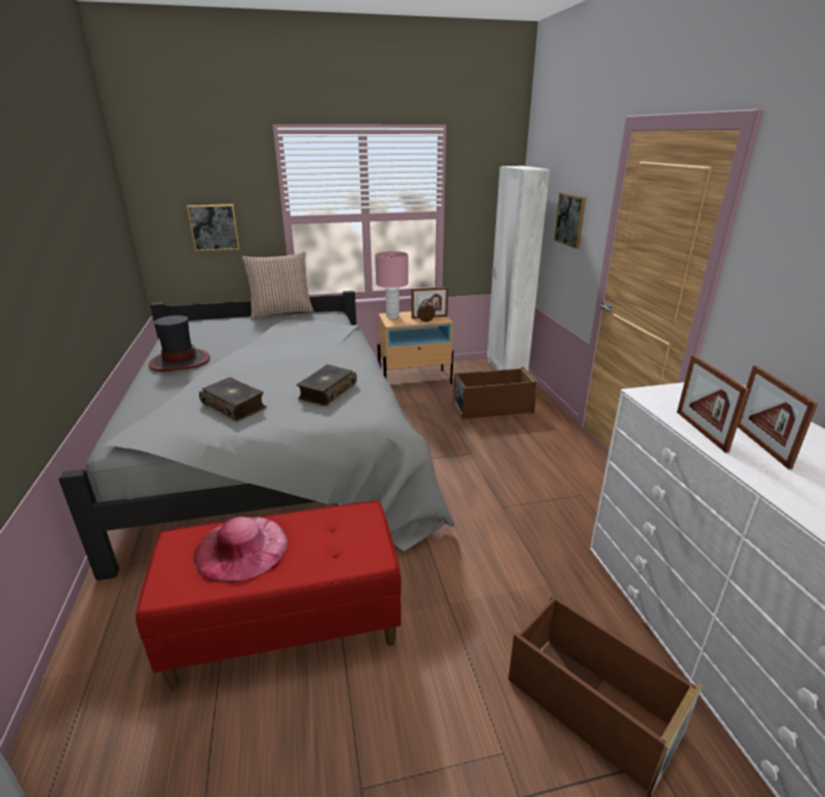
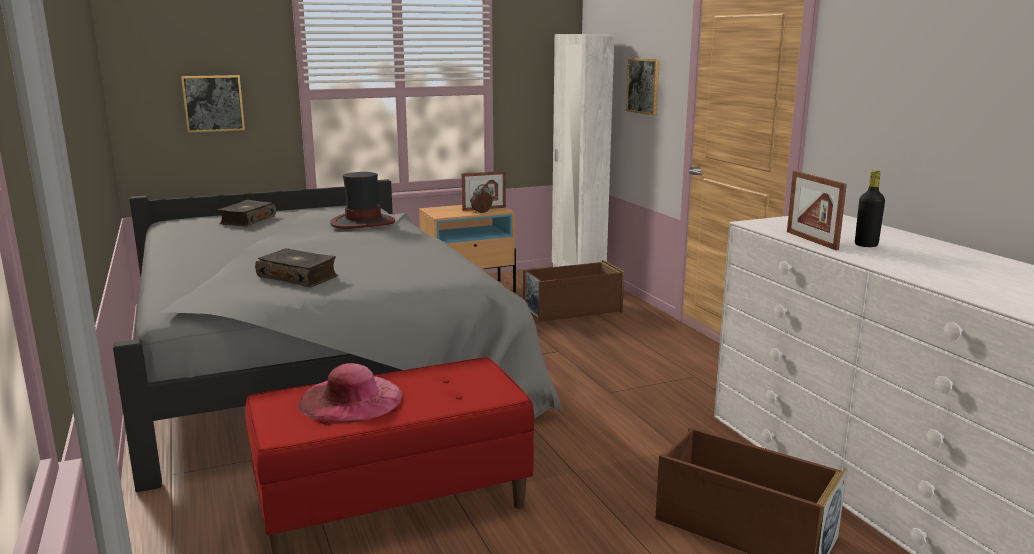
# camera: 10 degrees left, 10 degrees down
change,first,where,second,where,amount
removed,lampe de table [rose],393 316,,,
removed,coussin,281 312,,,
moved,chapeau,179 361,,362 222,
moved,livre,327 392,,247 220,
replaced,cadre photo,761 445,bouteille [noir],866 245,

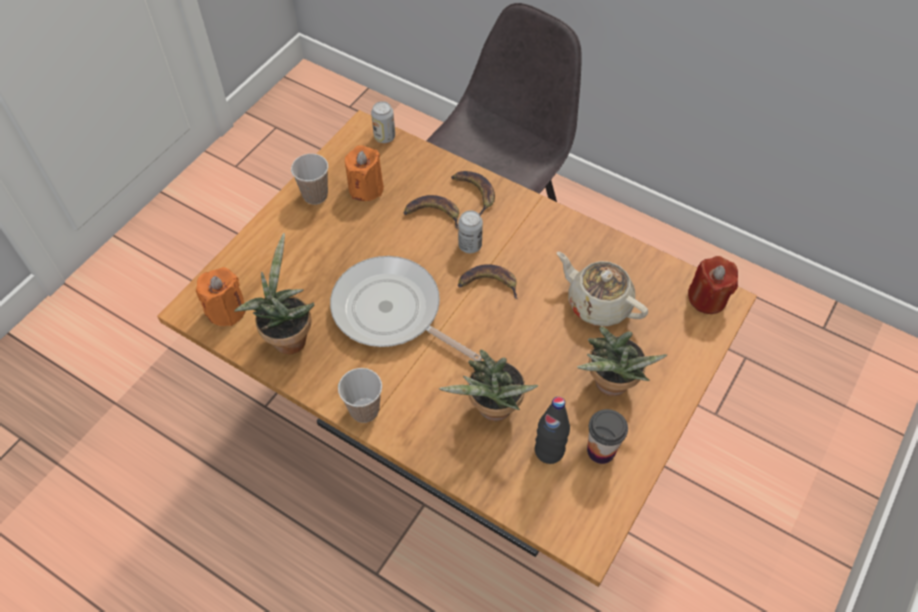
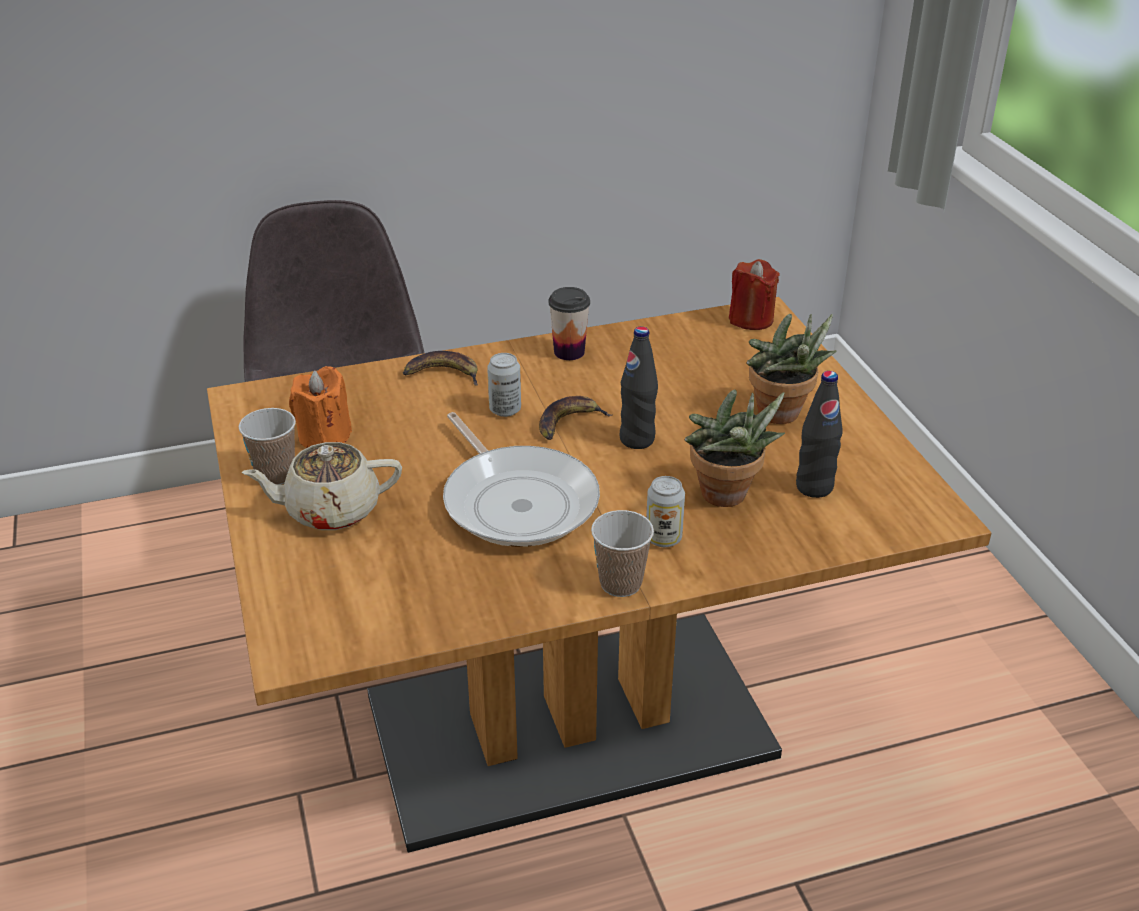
# camera: 50 degrees left, 20 degrees down
change,first,where,second,where,amount
moved,boîte métallique,384 137,,663 538,
removed,banane,432 214,,,
removed,plante en pot,288 336,,,
moved,théière [beige],598 303,,330 510,
turned,poêle,392 312,,517 501,105 degrees counterclockwise
removed,bougie [orange],226 310,,,
moved,tasse,601 450,,569 352,
added,,,bouteille [noir],637 439,

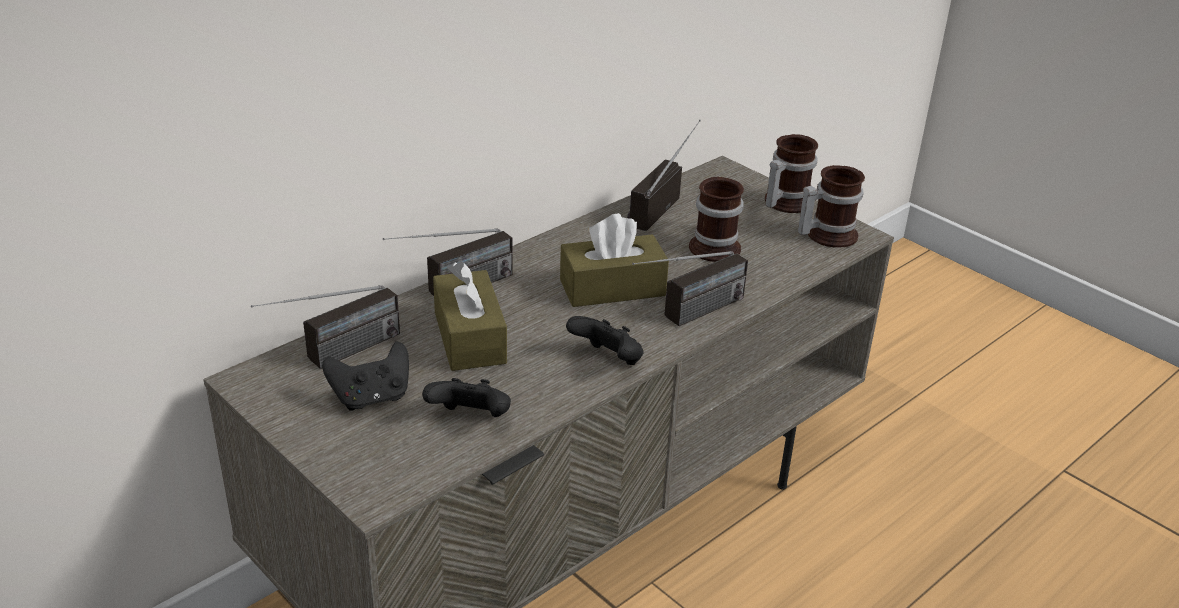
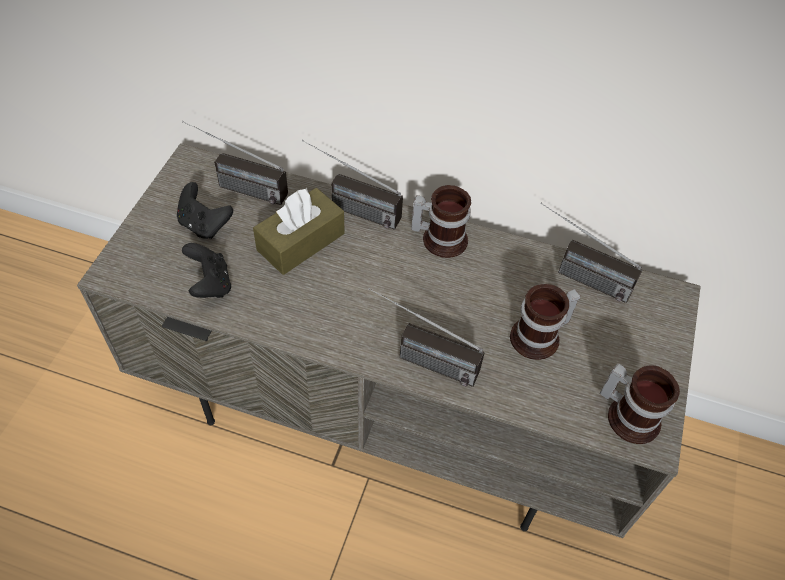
# camera: 60 degrees right, 20 degrees up
change,first,where,second,where,amount
turned,radio,661 203,,575 275,150 degrees counterclockwise
moved,mug,783 202,,440 237,
removed,boîte à mouchoirs [marron],612 288,,,
removed,manette [noir],608 360,,,

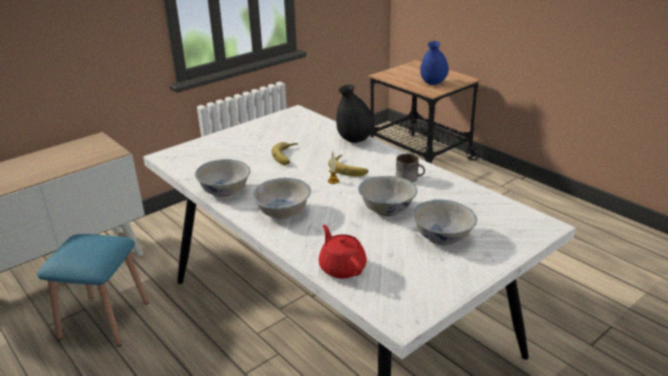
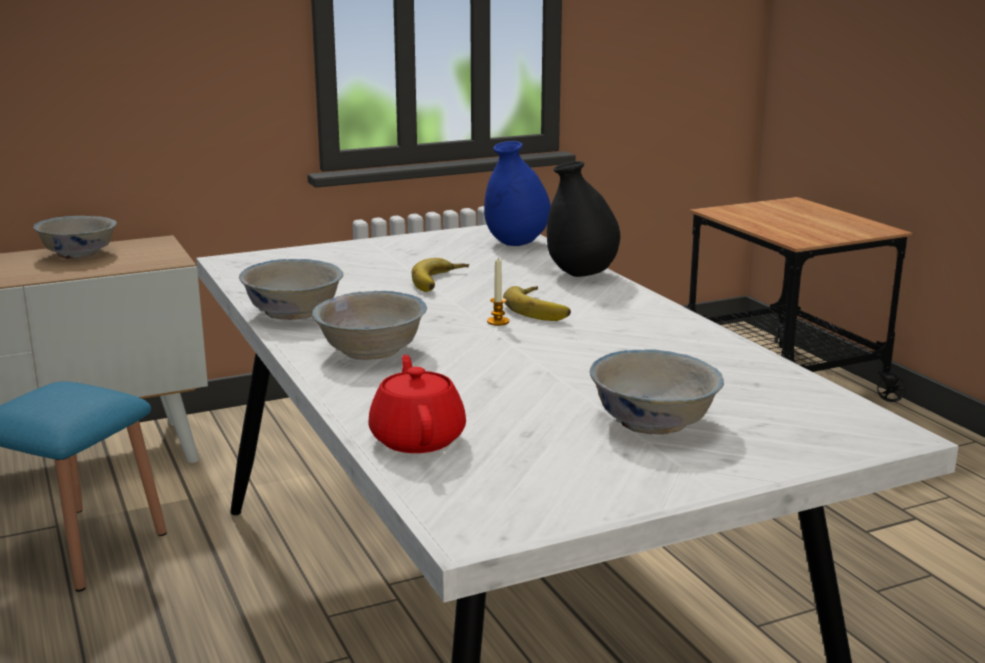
# camera: 15 degrees right, 10 degrees down
change,first,where,second,where,amount
moved,vase [bleu],433 83,,516 243,
removed,mug,410 177,,,
moved,bol [blanc],386 208,,78 254,

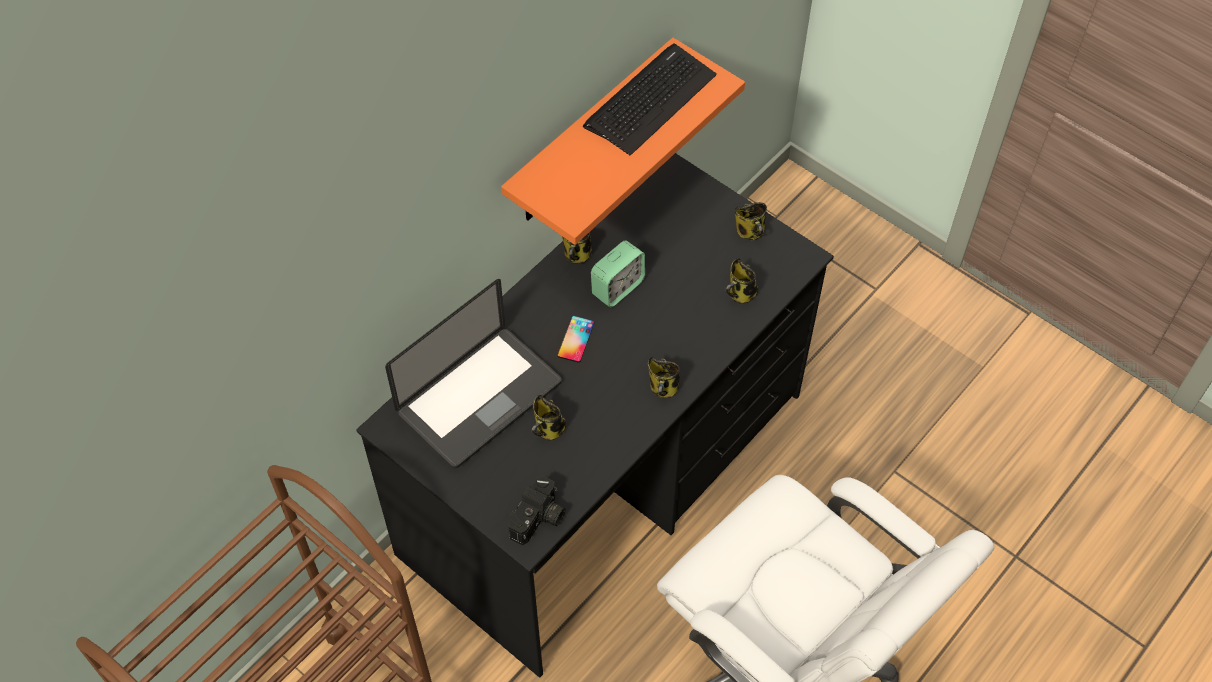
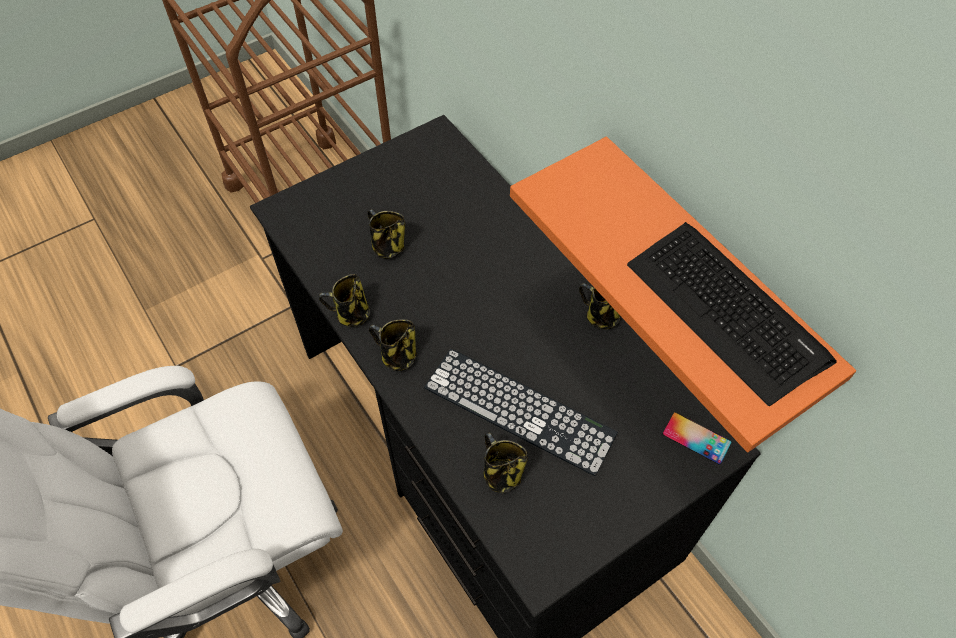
# camera: 105 degrees right, 0 degrees up
change,first,where,second,where,amount
moved,mug,750 232,,351 315,
removed,réveil,617 288,,,
removed,ordinateur portable,480 398,,,
moved,téléphone,575 339,,696 438,
removed,appareil photo,539 520,,,
added,,,clavier,519 410,

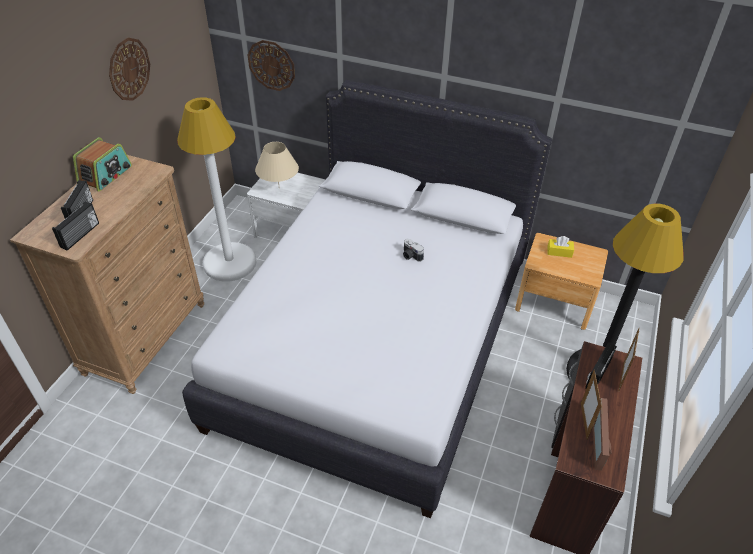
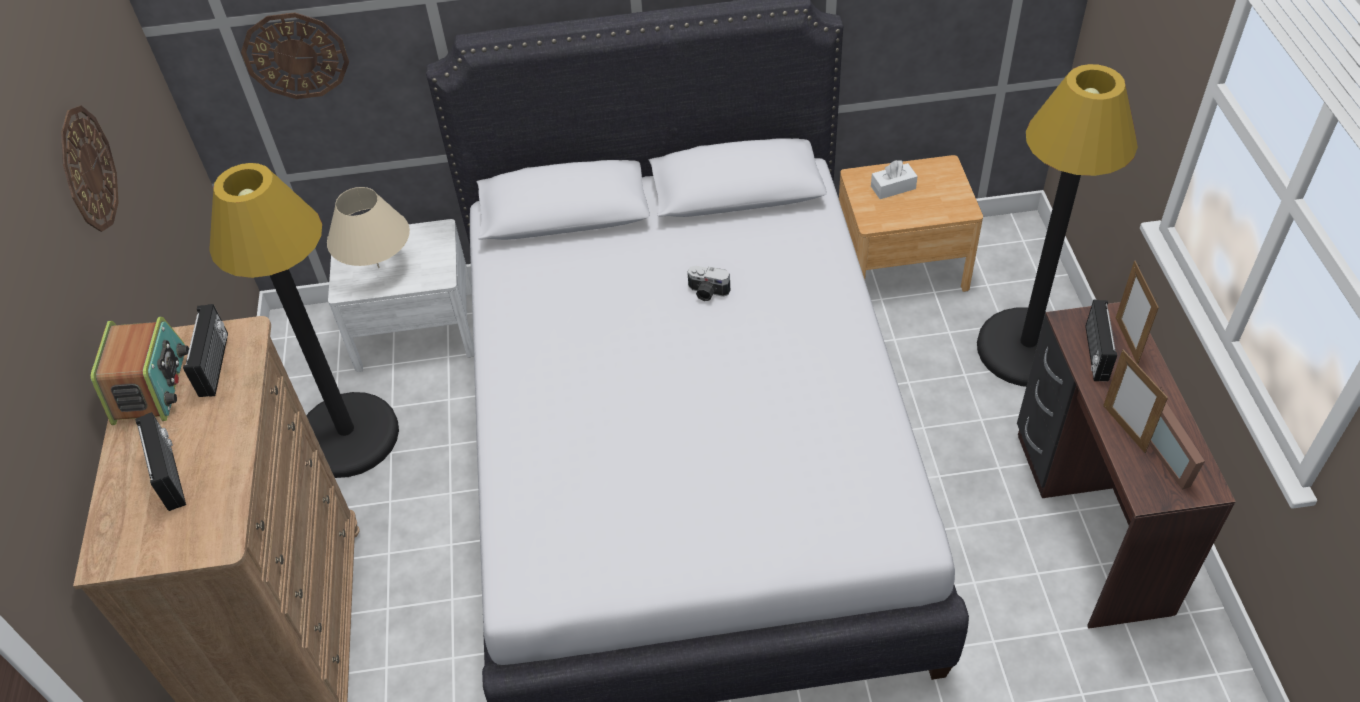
# camera: 25 degrees left, 5 degrees up
change,first,where,second,where,amount
recoloured,lampadaire [blanc],229 262,lampadaire [noir],348 436,
moved,radio,81 235,,215 365,
recoloured,boîte à mouchoirs [jaune],559 252,boîte à mouchoirs [blanc],893 187,

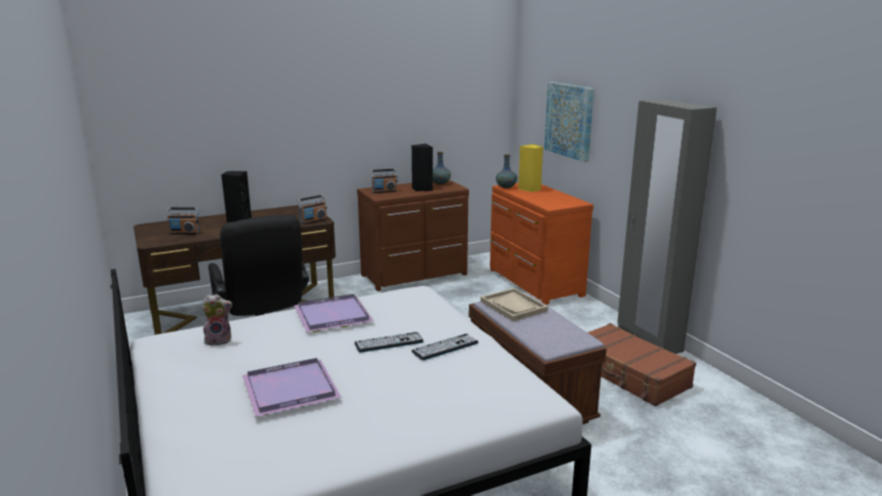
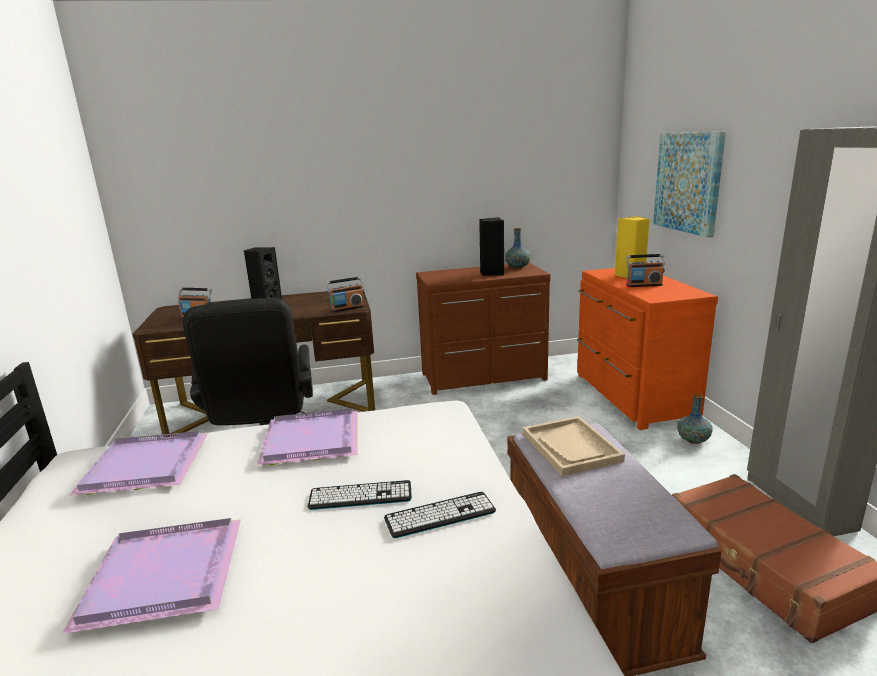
# camera: 15 degrees right, 0 degrees up
change,first,where,second,where,amount
moved,vase,506 187,,693 440,
moved,radio,384 191,,644 285,
replaced,peluche,219 340,plateau [violet],142 467,

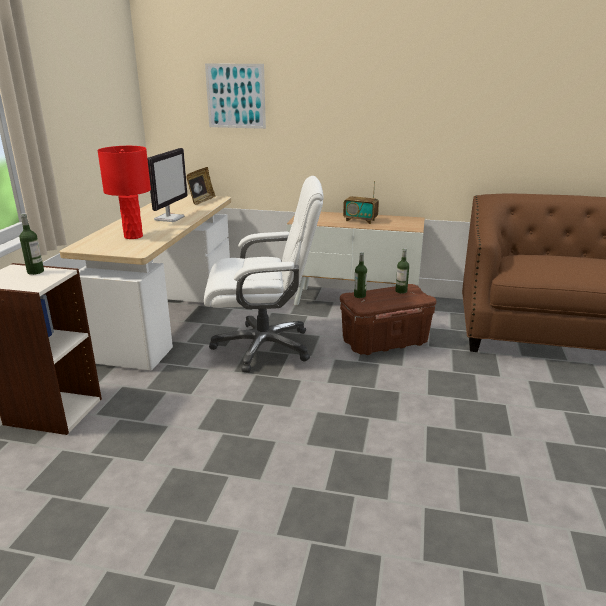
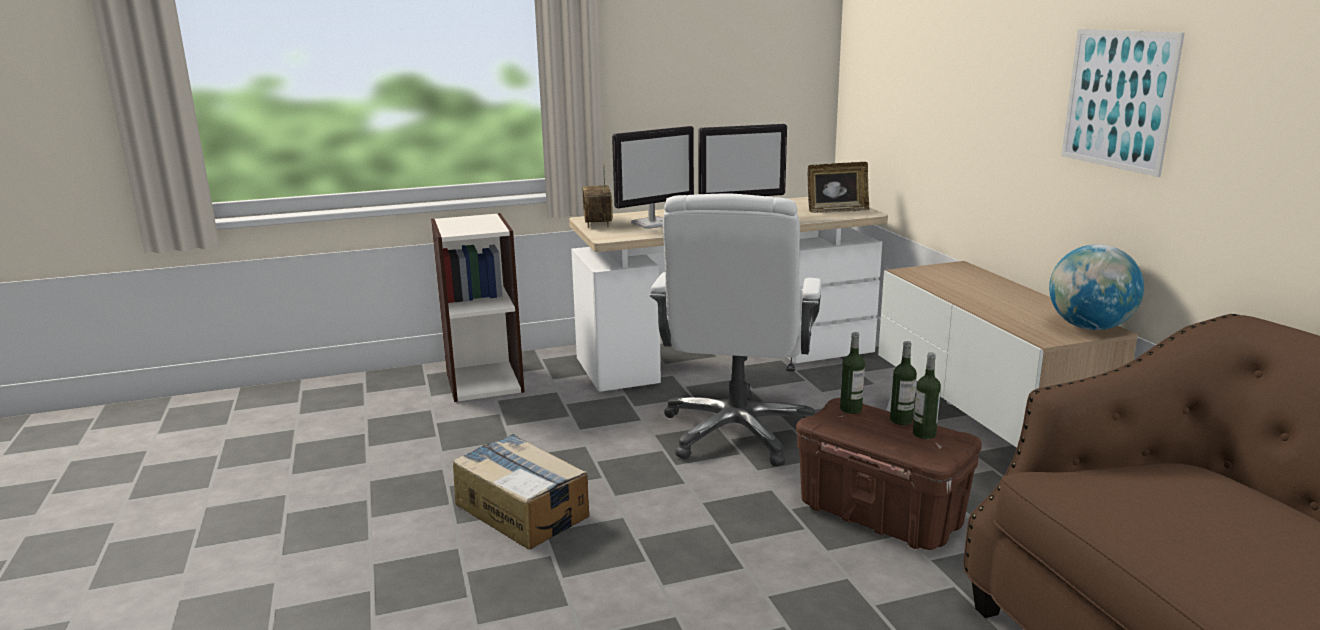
# camera: 60 degrees right, 5 degrees down
change,first,where,second,where,amount
moved,tableau,235 96,,1118 99,
replaced,lampe de table [rouge],133 236,écran d'ordinateur,653 223,
turned,chaise de bureau [blanc],264 346,,737 432,45 degrees clockwise
moved,radio,360 220,,598 223,
moved,bouteille,35 271,,901 420,
added,,,globe,1089 327,
added,,,carton,522 509,

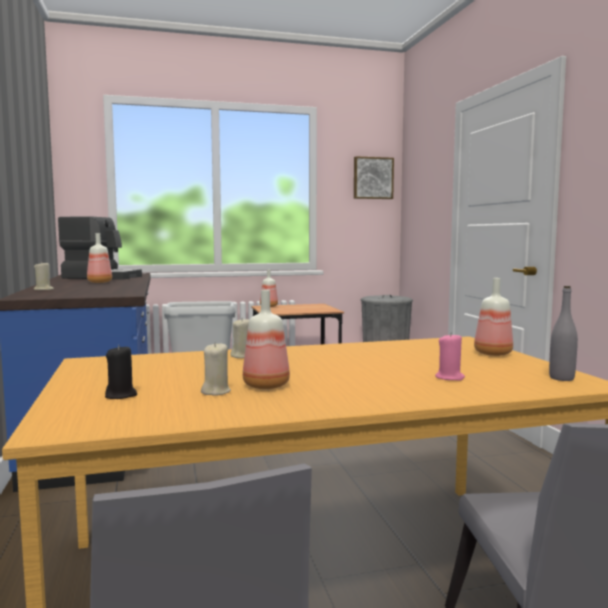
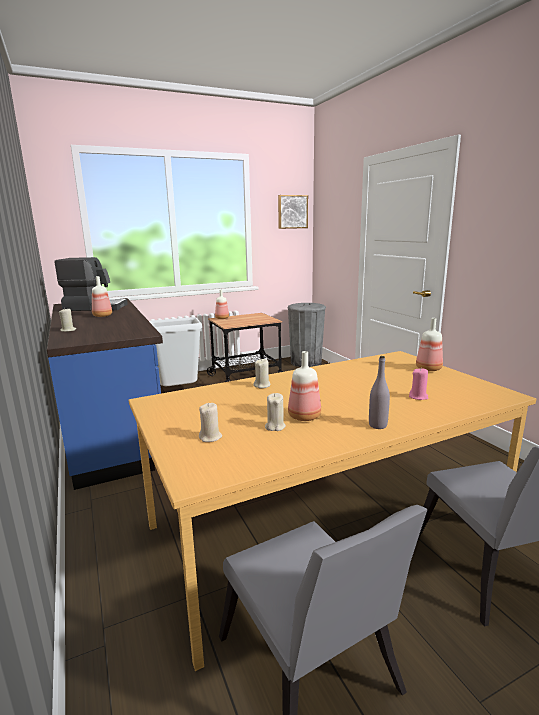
# camera: 10 degrees left, 10 degrees up
change,first,where,second,where,amount
moved,bouteille [gris],561 378,,377 425,
recoloured,bougie [noir],121 395,bougie [beige],210 437,

